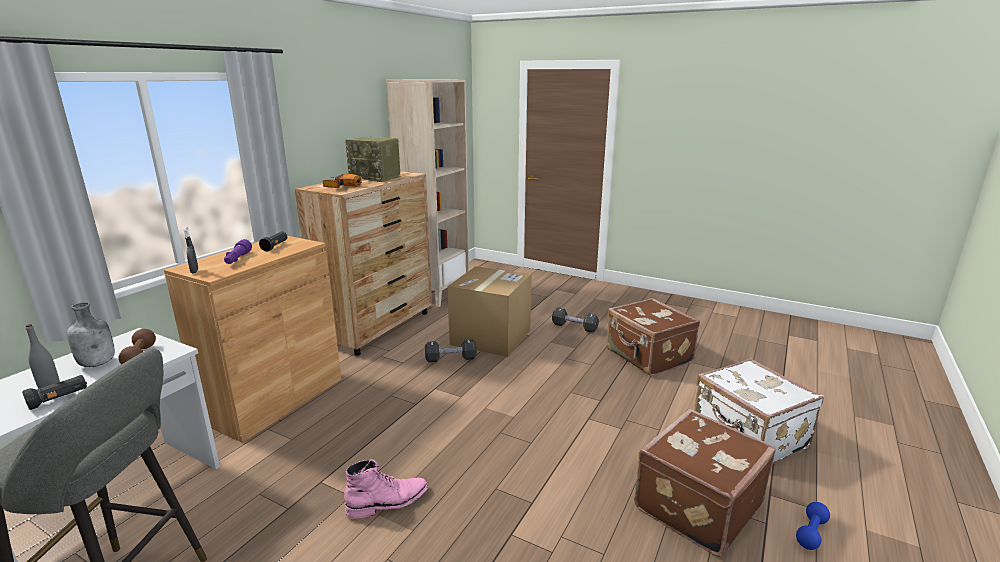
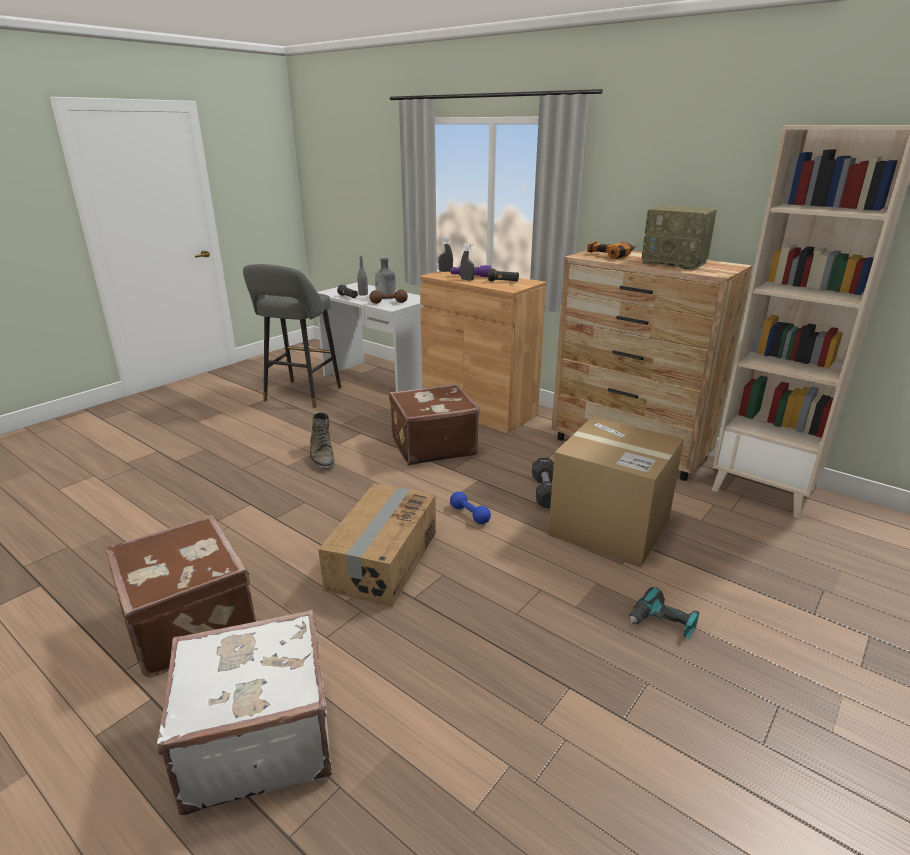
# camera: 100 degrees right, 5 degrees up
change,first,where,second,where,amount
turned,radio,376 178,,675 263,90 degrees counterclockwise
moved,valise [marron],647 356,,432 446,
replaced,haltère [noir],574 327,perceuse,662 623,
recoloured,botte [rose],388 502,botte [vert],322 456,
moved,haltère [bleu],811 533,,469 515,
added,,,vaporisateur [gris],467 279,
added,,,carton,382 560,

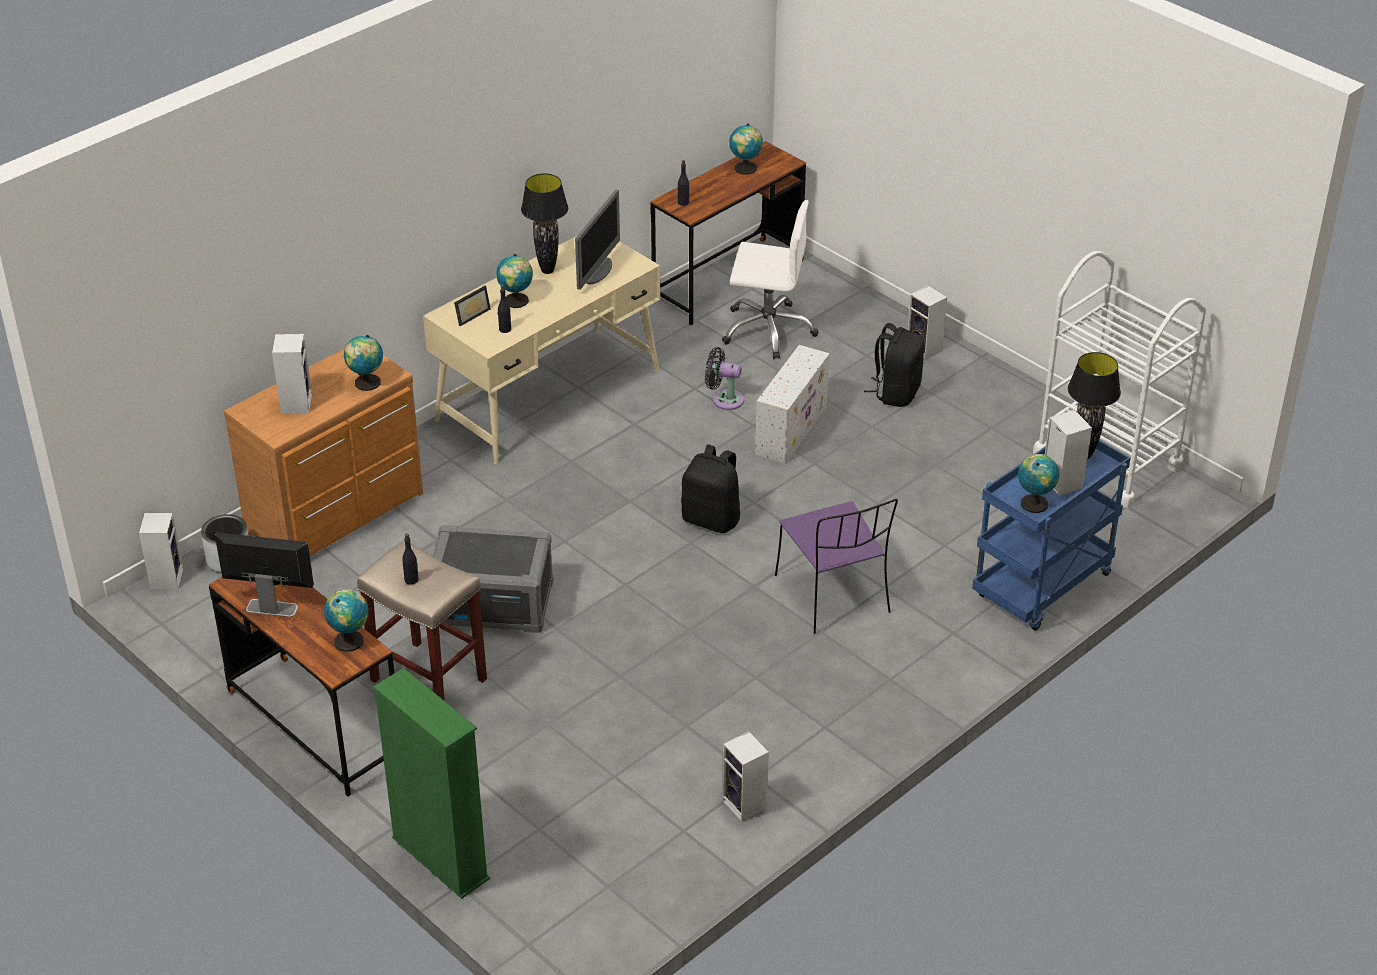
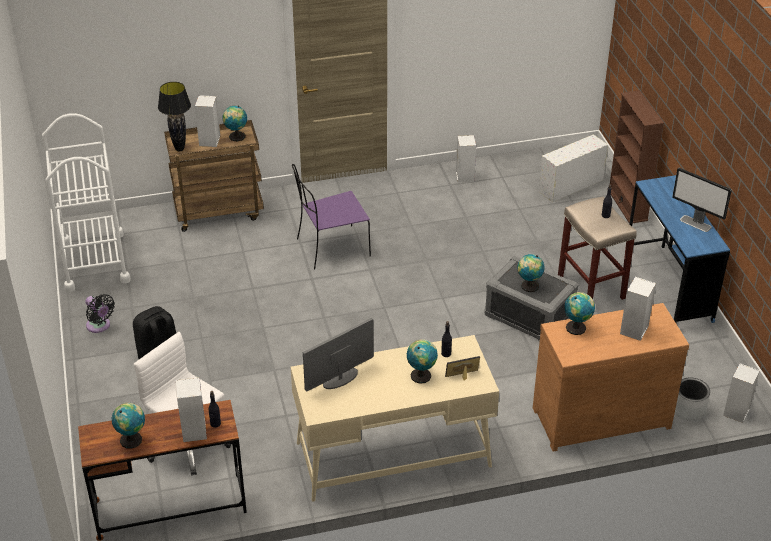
# camera: 150 degrees left, 0 degrees up
change,first,where,second,where,amount
removed,lampe de table [noir],547 271,,,
moved,enceinte,925 349,,193 430,
moved,boîte de rangement [blanc],792 429,,570 186,
moved,ventilateur [noir],724 399,,99 326,
recoloured,chariot [bleu],1042 588,chariot [marron],219 212,
removed,sac à dos [noir],712 519,,,
turned,chaise [violet],834 596,,331 248,120 degrees counterclockwise
recoloured,bureau [marron],314 725,bureau [bleu],668 286,
moved,globe,350 640,,528 286,
recoloured,bibliothèque [vert],440 858,bibliothèque [marron],627 205,

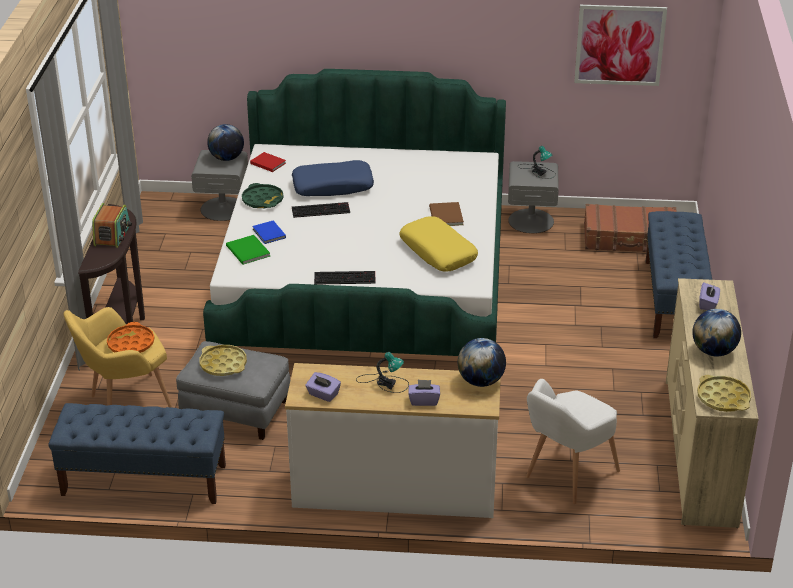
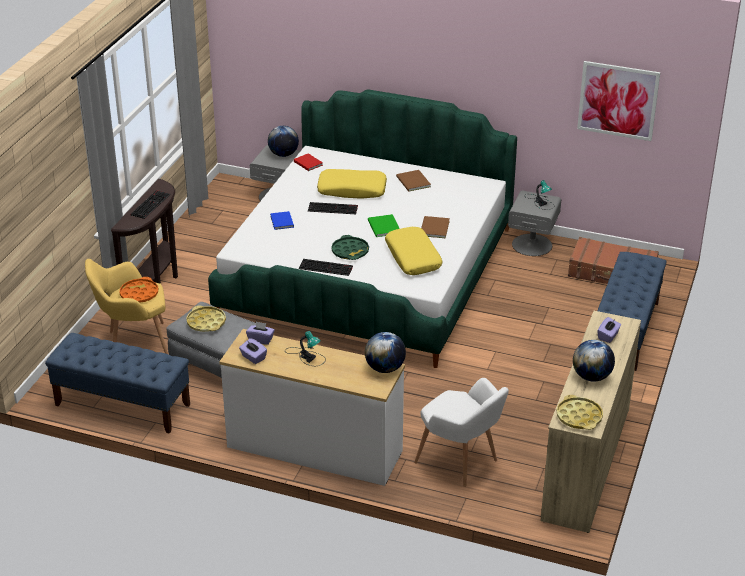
# camera: 15 degrees right, 0 degrees up
change,first,where,second,where,amount
recoloured,coussin [bleu],333 186,coussin [jaune],352 190,
moved,plateau [vert],262 200,,350 251,
replaced,radio,112 235,clavier,150 204,
moved,livre [vert],247 252,,383 227,
turned,fauteuil [blanc],566 476,,461 463,105 degrees counterclockwise
moved,boîte à mouchoirs [violet],424 400,,261 339,
added,,,livre [marron],413 182,

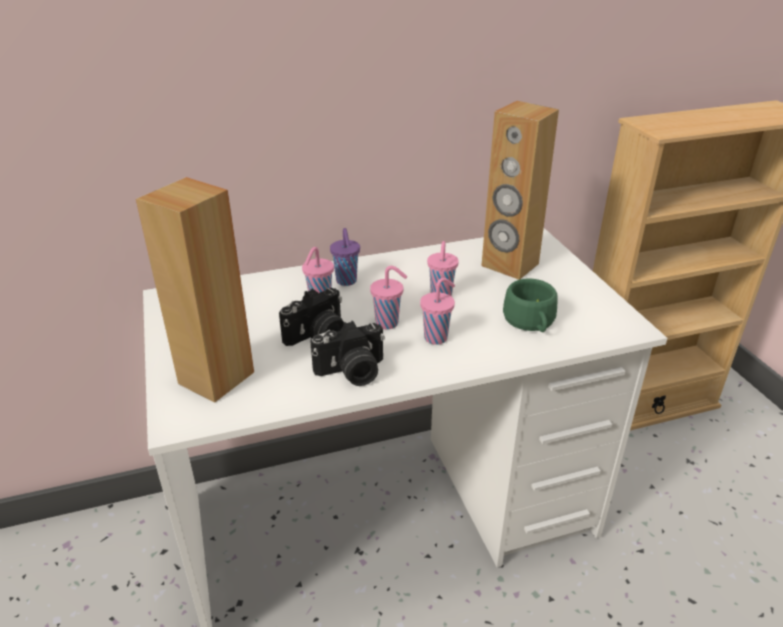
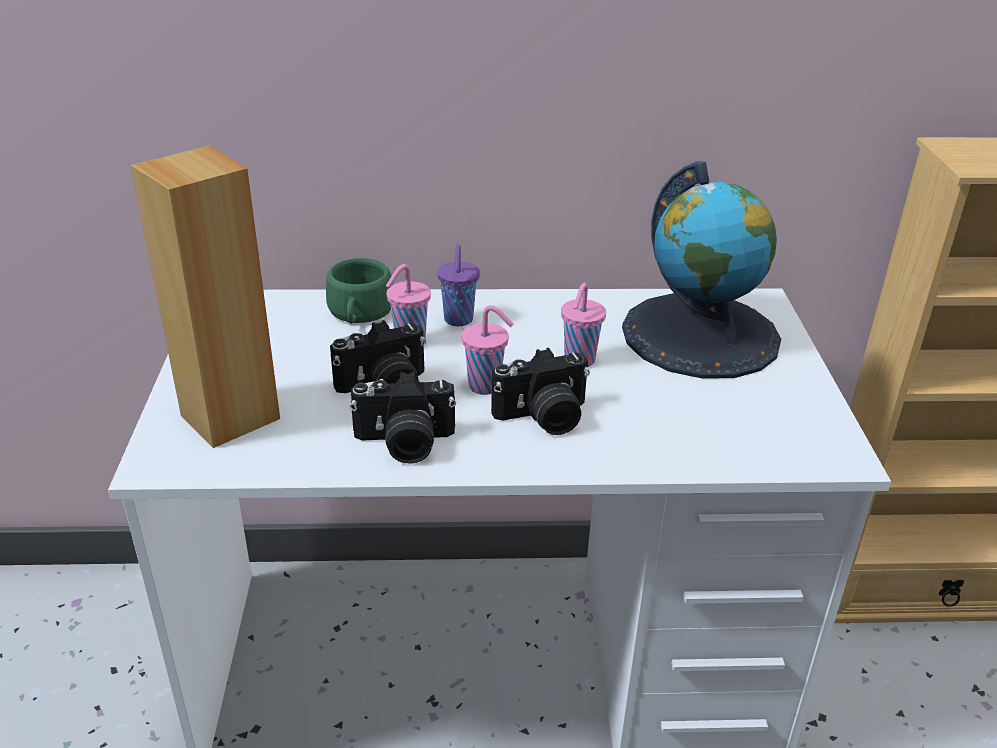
# camera: 15 degrees right, 0 degrees up
change,first,where,second,where,amount
replaced,enceinte [marron],509 265,globe,701 334,
replaced,tasse [rose],437 337,appareil photo,543 418,
moved,tasse [vert],530 322,,359 314,

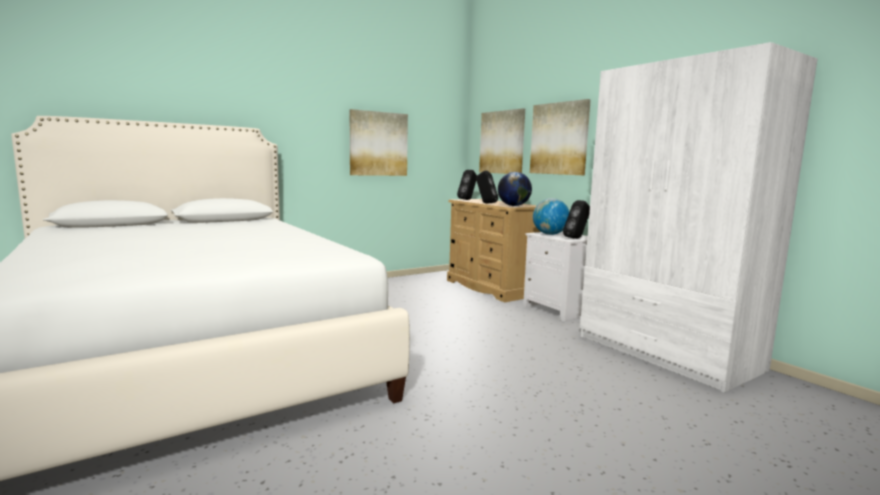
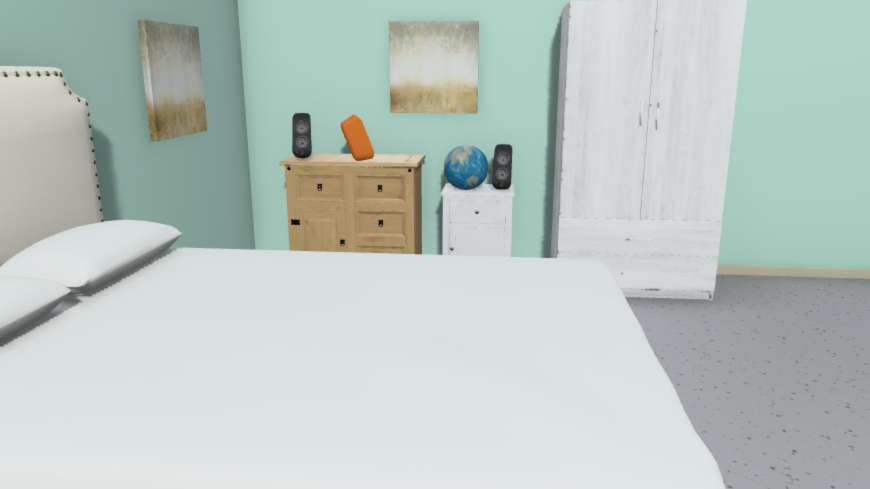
# camera: 50 degrees left, 5 degrees up
change,first,where,second,where,amount
removed,tableau,502 142,,,
recoloured,enceinte [noir],485 203,enceinte [orange],357 160,
removed,globe,513 206,,,

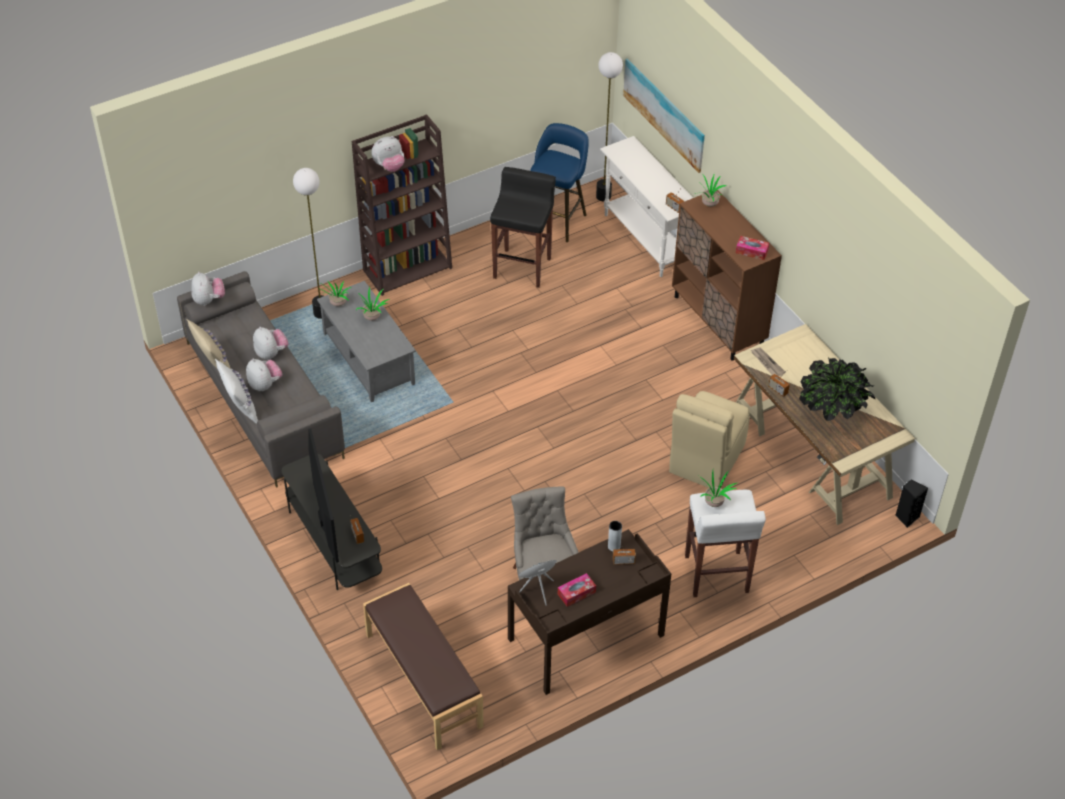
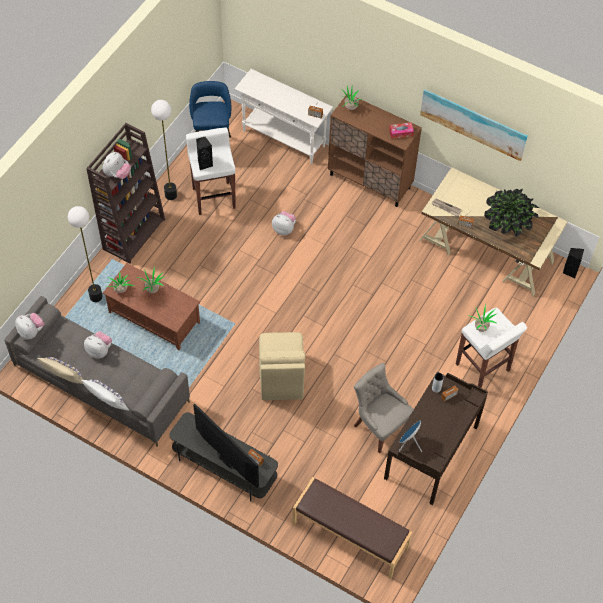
# camera: 30 degrees left, 10 degrees up
change,first,where,second,where,amount
moved,lampadaire,603 196,,171 195,
moved,tableau,665 113,,473 123,
recoloured,tabouret [noir],522 267,tabouret [blanc],214 197,
recoloured,table basse [gris],367 359,table basse [marron],153 318,
moved,peluche,265 384,,284 229,
moved,chaise [beige],705 460,,281 378,
removed,boîte à mouchoirs,576 593,,,
added,,,enceinte [noir],204 163,

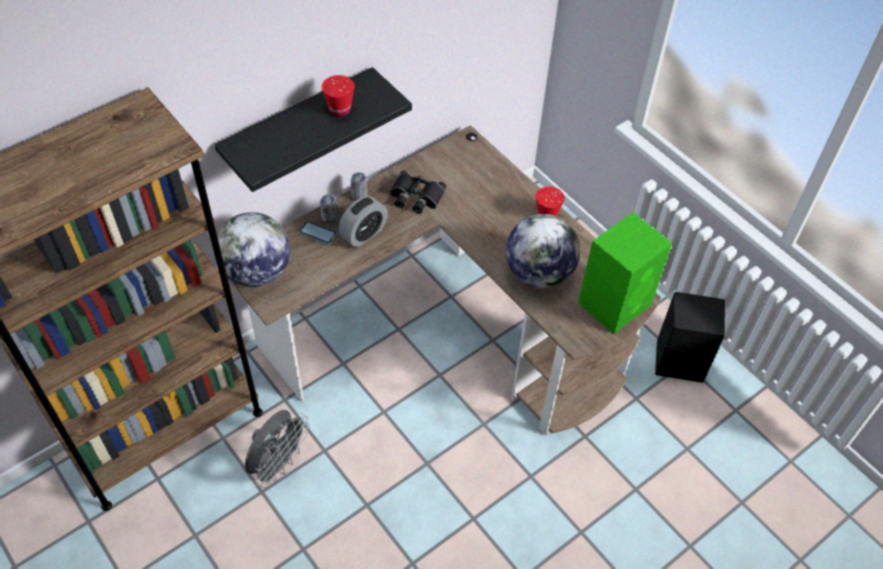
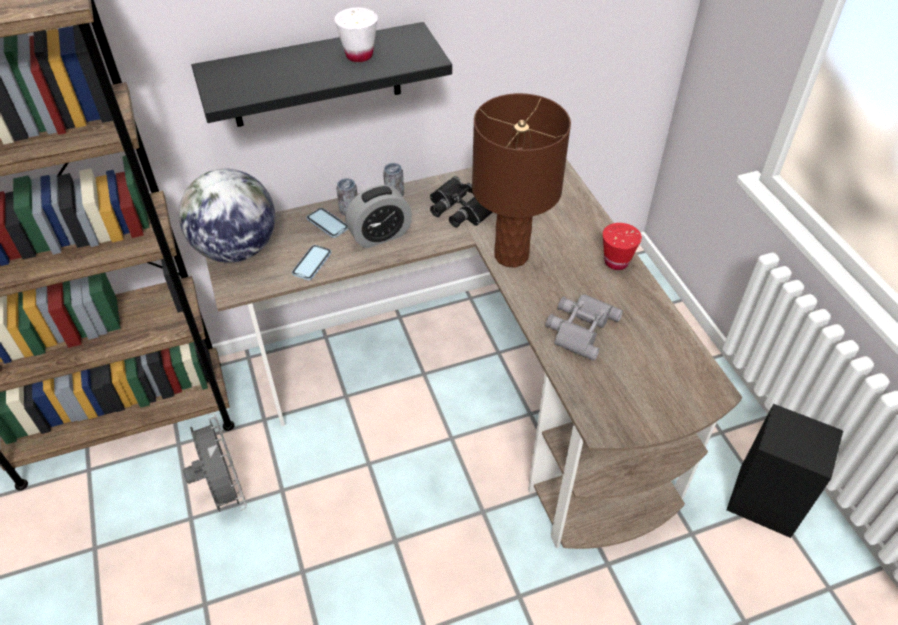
# camera: 20 degrees right, 5 degrees down
change,first,where,second,where,amount
recoloured,tasse [rouge],340 109,tasse [blanc],359 55,
removed,enceinte [vert],616 303,,,
replaced,globe,538 273,jumelles [gris],580 327,
turned,ventilateur [gris],278 463,,224 490,75 degrees counterclockwise
added,,,lampe de table [marron],511 255,
added,,,téléphone,312 263,

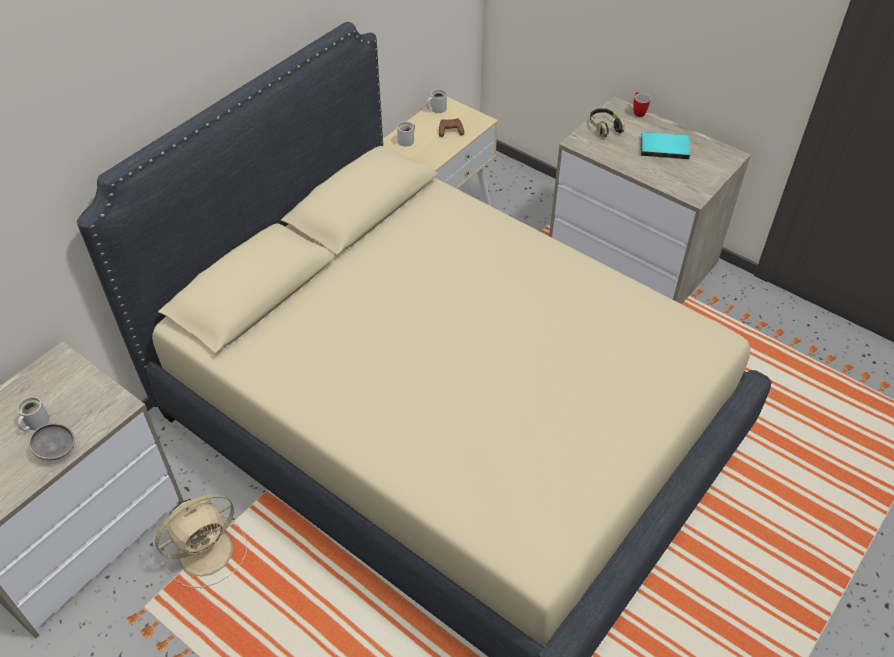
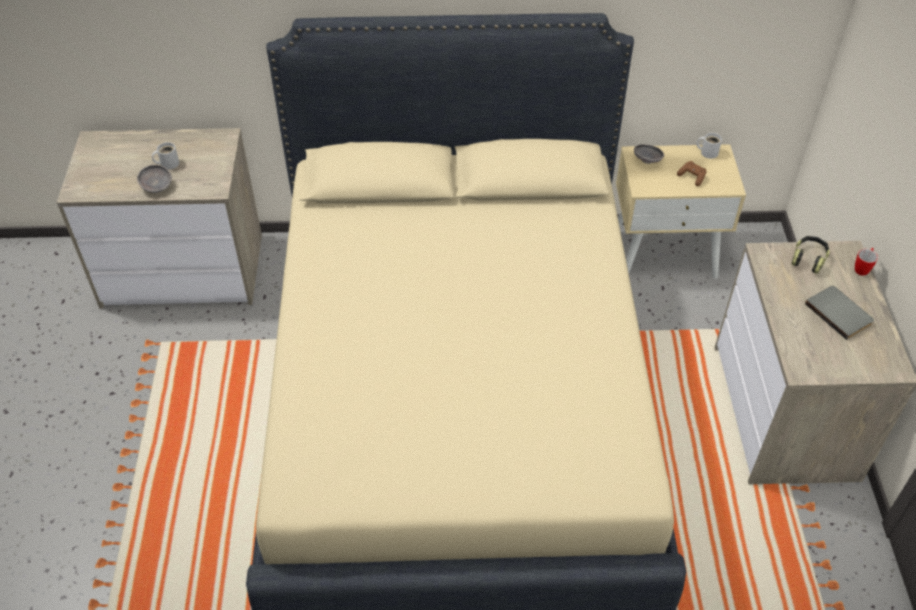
# camera: 50 degrees right, 0 degrees up
change,first,where,second,where,amount
replaced,mug [blanc],407 140,bol [gris],647 160,
recoloured,livre [turquoise],664 146,livre [gris],840 313,
removed,ventilateur [beige],208 550,,,

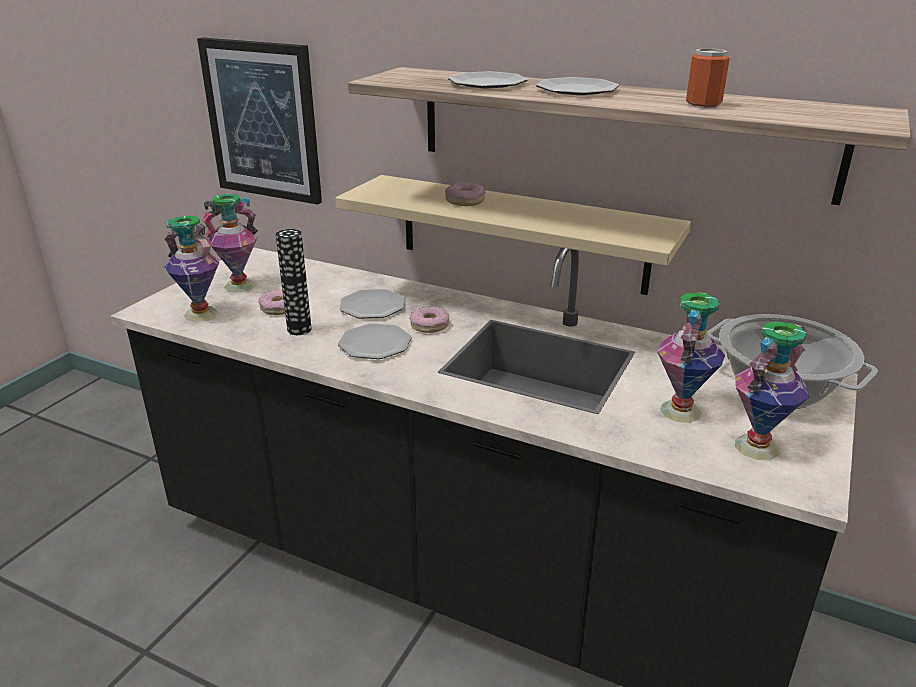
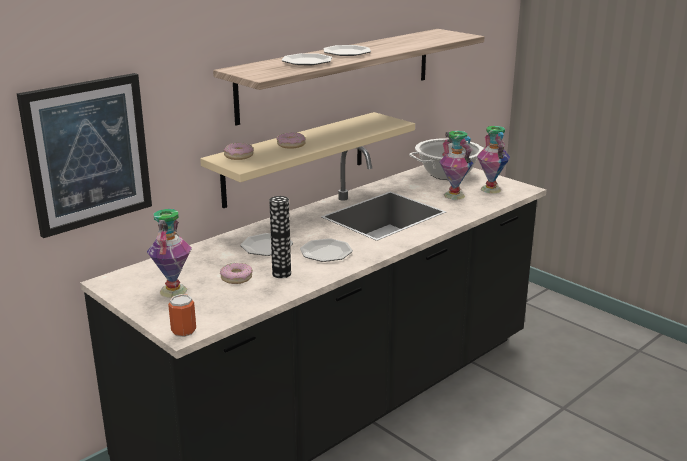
# camera: 70 degrees left, 5 degrees down
change,first,where,second,where,amount
moved,boîte métallique,703 105,,183 331,
removed,vase,200 314,,,
moved,beignet,429 325,,238 156,

